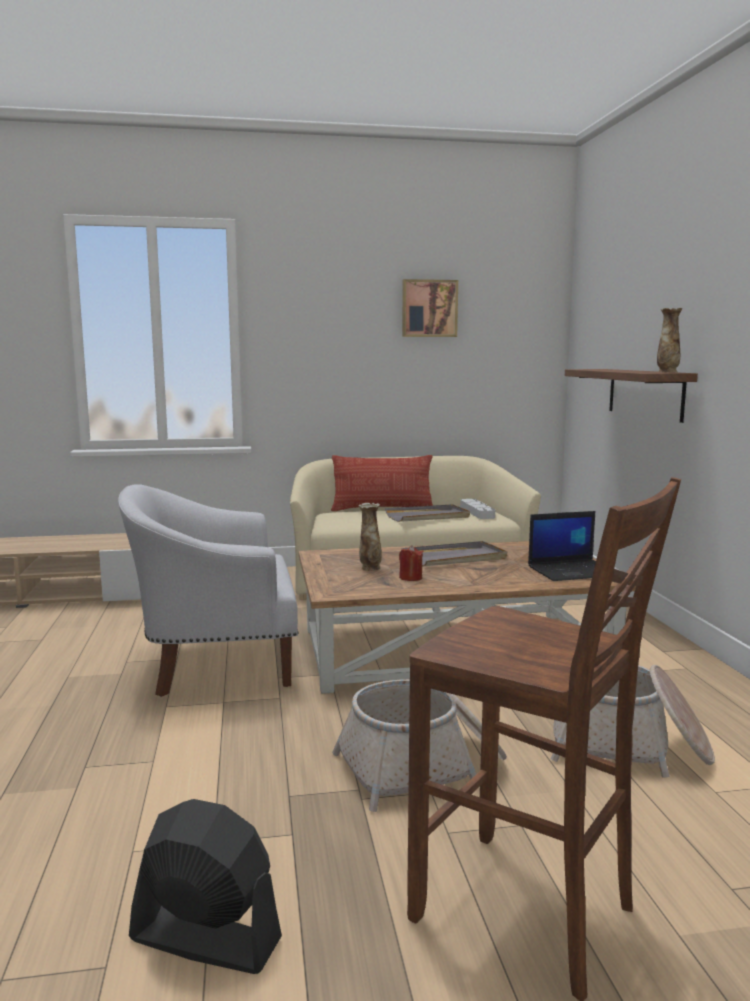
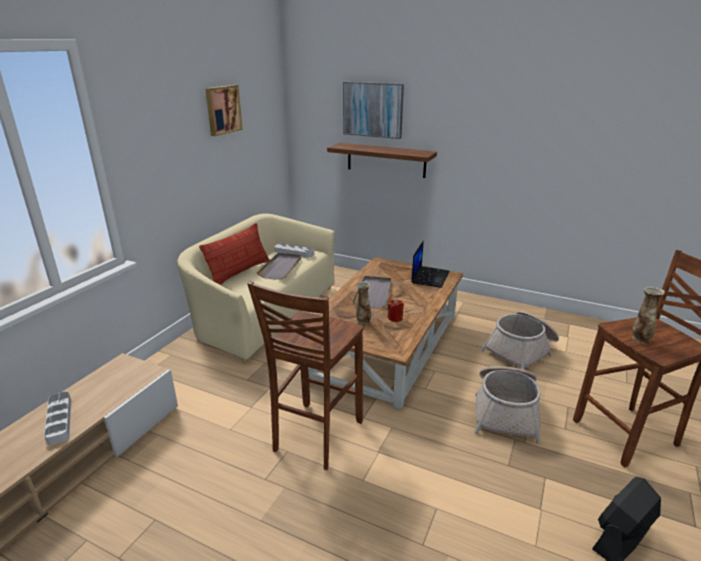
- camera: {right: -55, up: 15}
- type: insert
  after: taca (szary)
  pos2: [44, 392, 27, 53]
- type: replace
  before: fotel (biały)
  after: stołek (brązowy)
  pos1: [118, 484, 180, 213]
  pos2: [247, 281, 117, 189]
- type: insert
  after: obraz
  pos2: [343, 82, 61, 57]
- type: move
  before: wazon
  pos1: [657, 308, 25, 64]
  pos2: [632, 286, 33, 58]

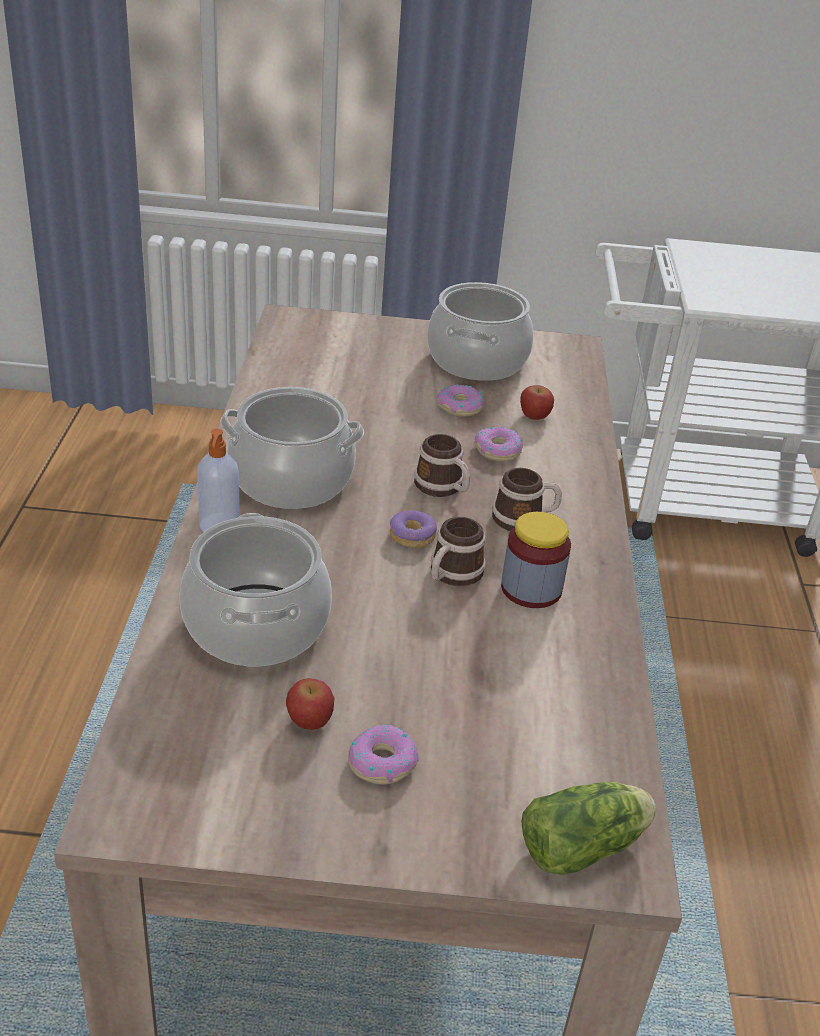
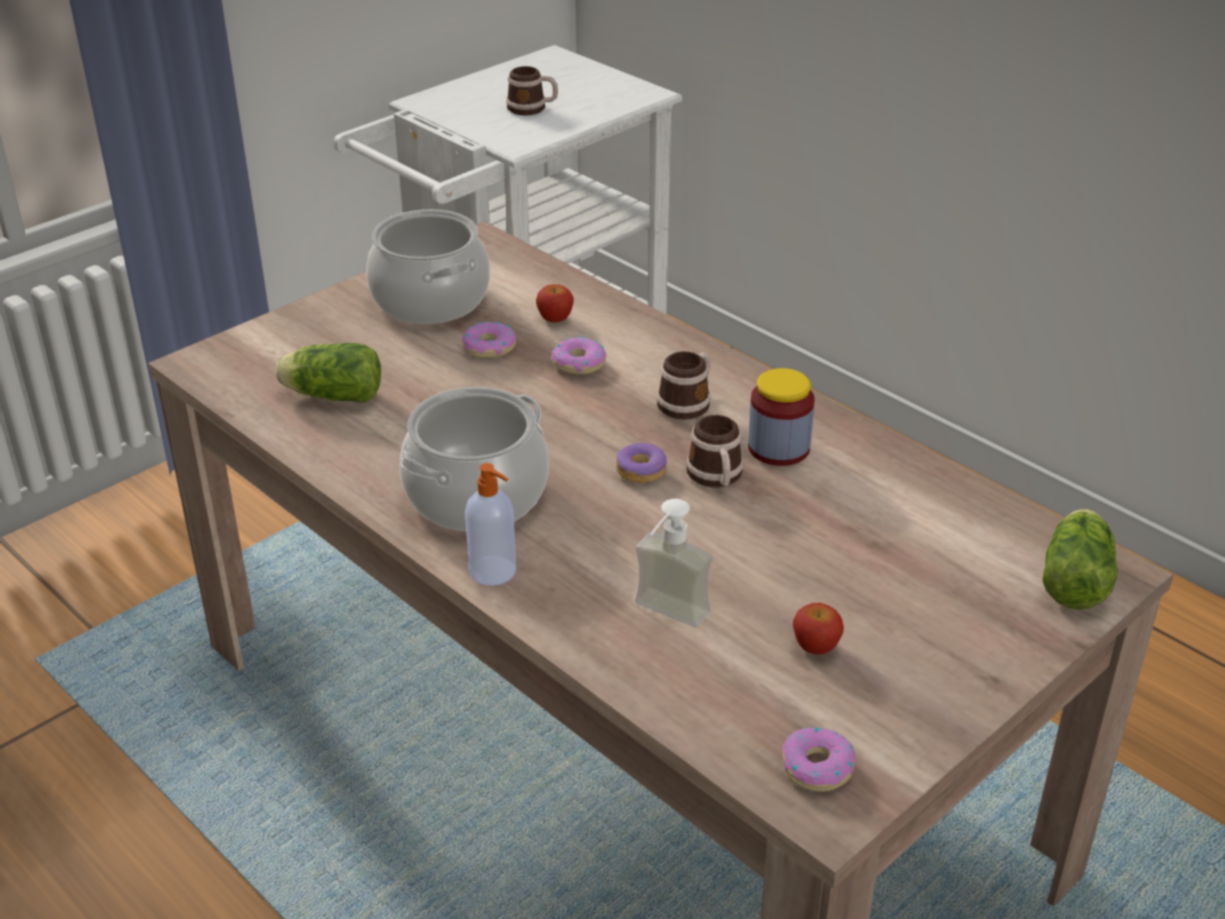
- camera: {right: -45, up: 0}
- type: insert
  after: sałata
  pos2: [276, 343, 105, 60]
- type: move
  before: kubek
  pos1: [414, 434, 56, 63]
  pos2: [506, 66, 52, 50]
- type: replace
  before: garnek
  after: dozownik mydła
  pos1: [179, 513, 153, 153]
  pos2: [635, 499, 78, 128]
- type: move
  before: donut
  pos1: [348, 724, 71, 60]
  pos2: [782, 727, 73, 65]

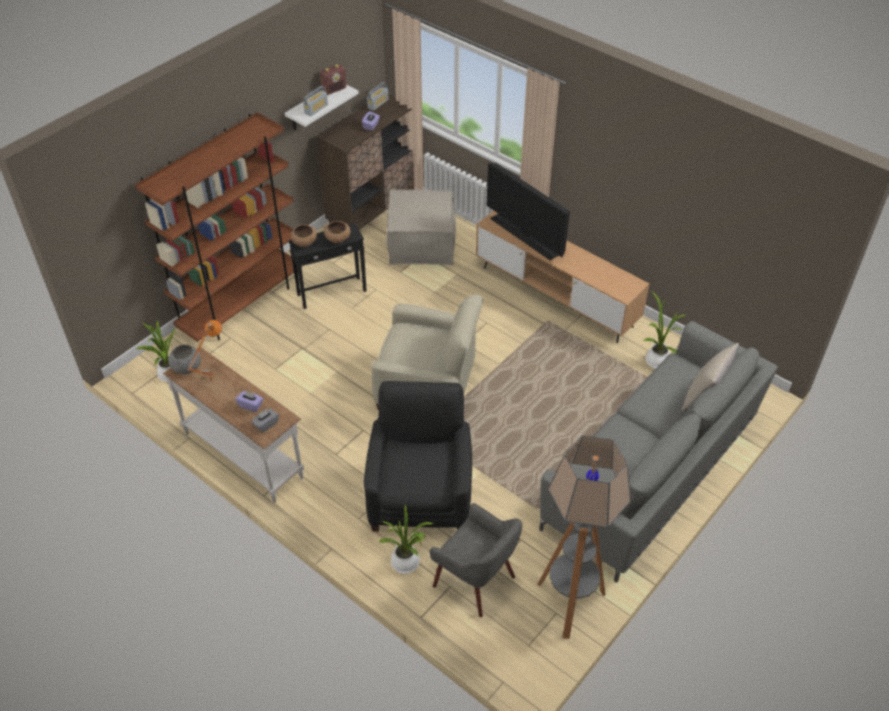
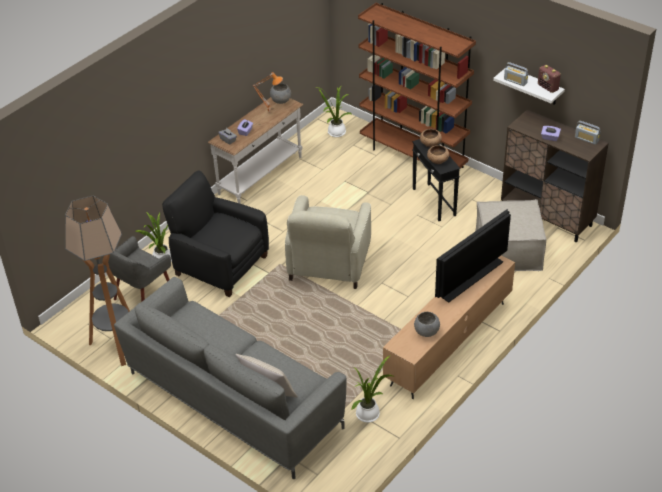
- camera: {right: 90, up: -5}
- type: rotate
  before: fotel (czarny)
  pos1: [364, 381, 108, 151]
  pos2: [162, 170, 107, 127]
  turn: -150
- type: insert
  after: miska (szary)
  pos2: [414, 312, 26, 25]

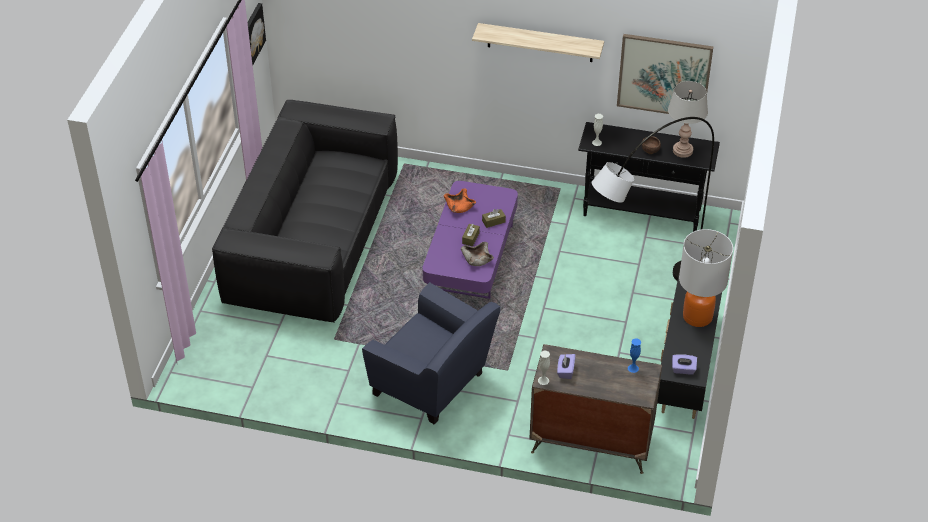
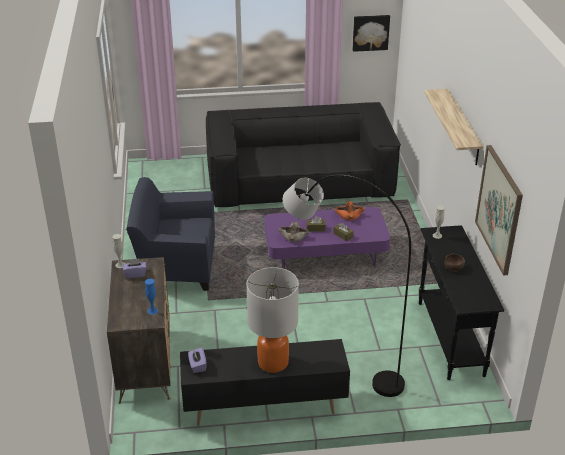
- camera: {right: 70, up: -10}
- type: rotate
  before: fotel (niebieski)
  pos1: [362, 282, 139, 143]
  pos2: [126, 177, 89, 114]
  turn: 75
- type: delete
  before: lampa stołowa (szary)
  pos1: [668, 81, 40, 77]

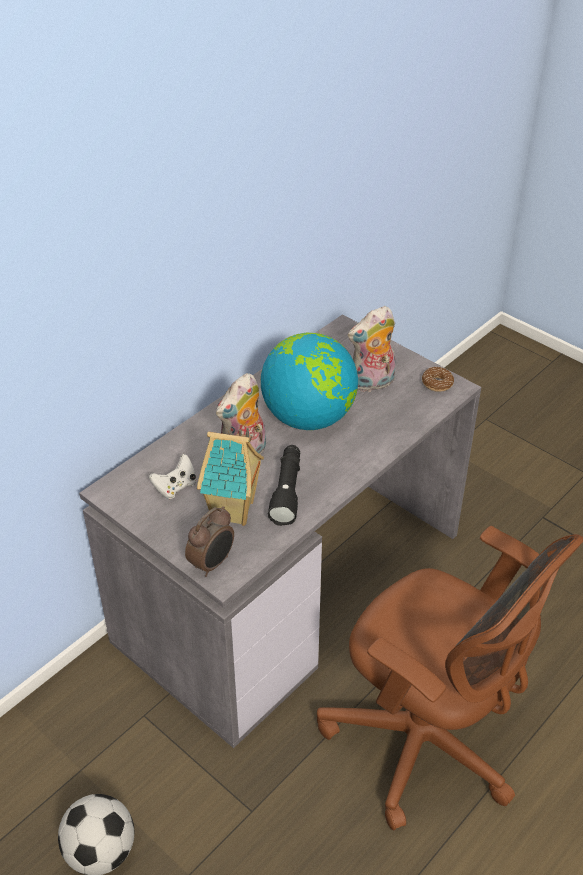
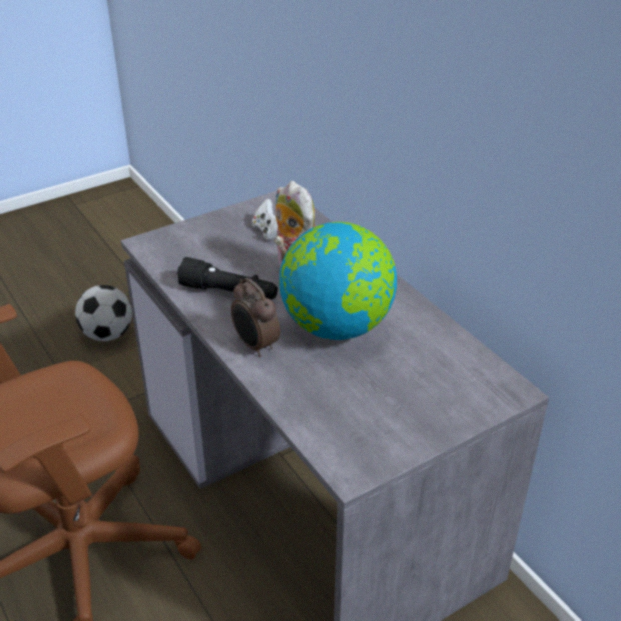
- camera: {right: 105, up: -5}
- type: move
  before: budzik
  pos1: [185, 506, 49, 71]
  pos2: [231, 278, 49, 79]
- type: delete
  before: domek
  pos1: [197, 427, 67, 99]
- type: delete
  before: pluszak
  pos1: [348, 306, 48, 86]
- type: delete
  before: donut
  pos1: [422, 367, 32, 25]

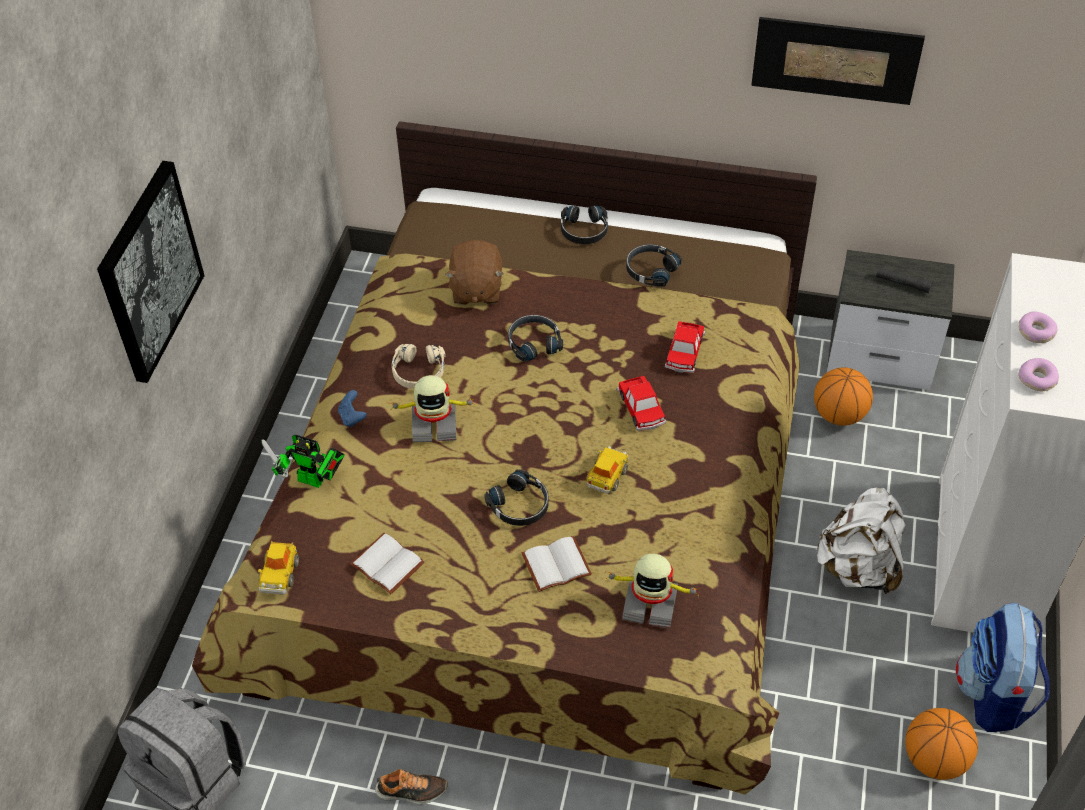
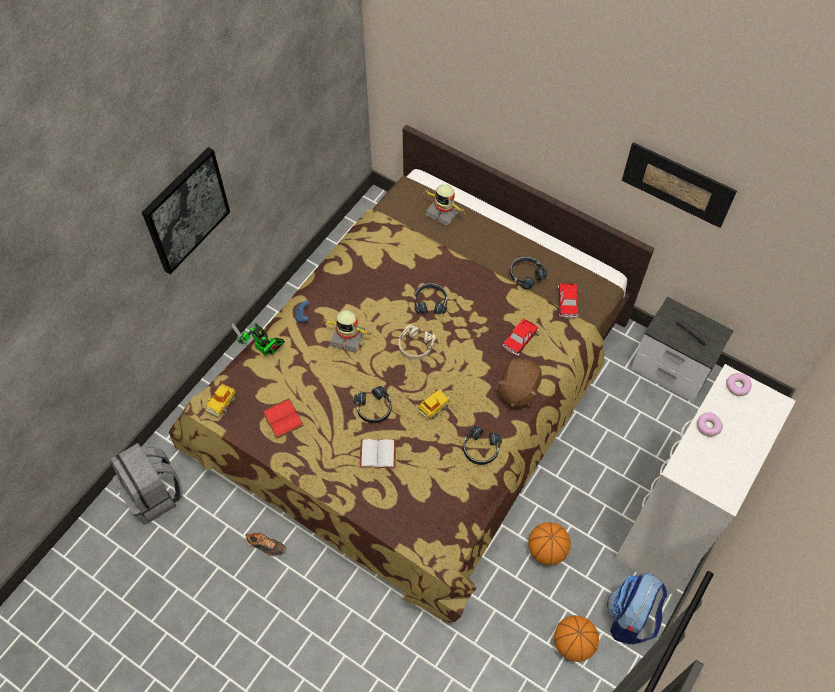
- camera: {right: 20, up: 10}
- type: recolor
  before: książka (biały)
  after: książka (czerwony)
  pos1: [350, 533, 75, 61]
  pos2: [262, 399, 42, 40]
- type: move
  before: słuchawki (beżowy)
  pos1: [392, 344, 54, 45]
  pos2: [398, 324, 37, 36]
- type: move
  before: robot zabawkowy
  pos1: [605, 554, 96, 75]
  pos2: [425, 184, 40, 42]
- type: move
  before: słuchawki (czarny)
  pos1: [561, 206, 47, 38]
  pos2: [463, 426, 39, 39]
- type: move
  before: pluszak (brązowy)
  pos1: [445, 240, 59, 65]
  pos2: [498, 359, 44, 48]
- type: move
  before: piłka do koszykówki
  pos1: [814, 367, 59, 59]
  pos2: [528, 522, 43, 43]
- type: move
  before: samochodzik
  pos1: [617, 376, 49, 55]
  pos2: [558, 283, 20, 35]
- type: move
  before: donut
  pos1: [1018, 358, 41, 33]
  pos2: [726, 373, 26, 23]
- type: delete
  before: plecak (biały)
  pos1: [816, 488, 90, 106]

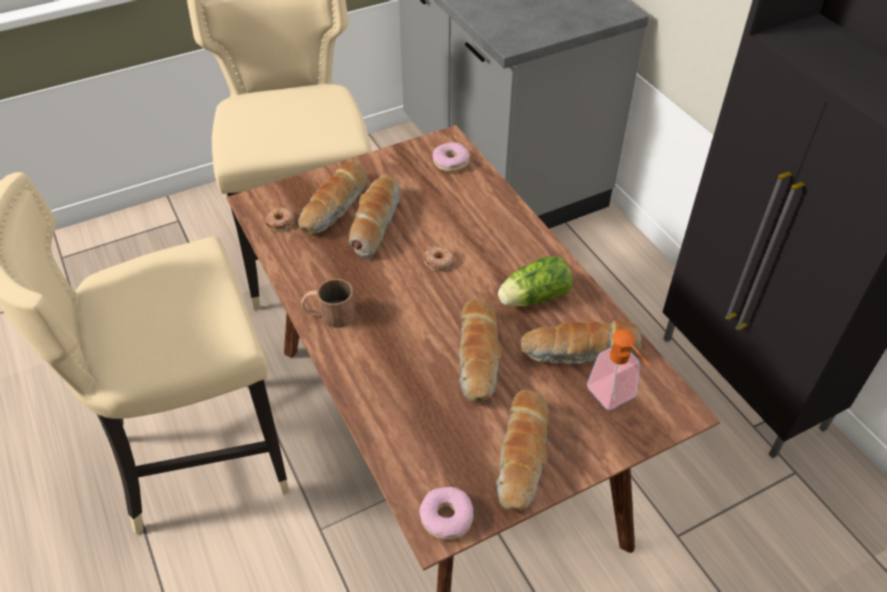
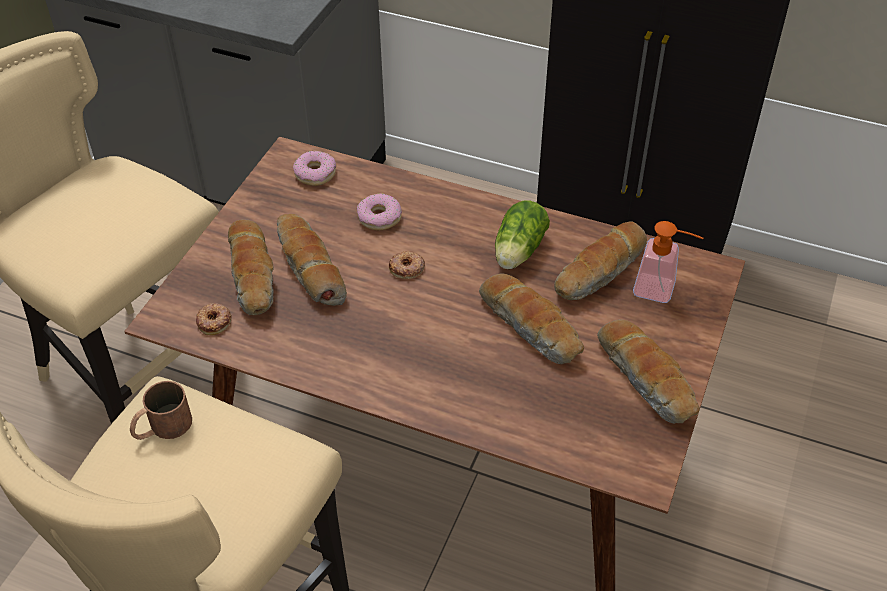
- camera: {right: -40, up: 0}
- type: move
  before: kubek (brązowy)
  pos1: [301, 279, 54, 49]
  pos2: [130, 381, 62, 59]
- type: move
  before: donut
  pos1: [420, 487, 54, 53]
  pos2: [357, 193, 45, 37]

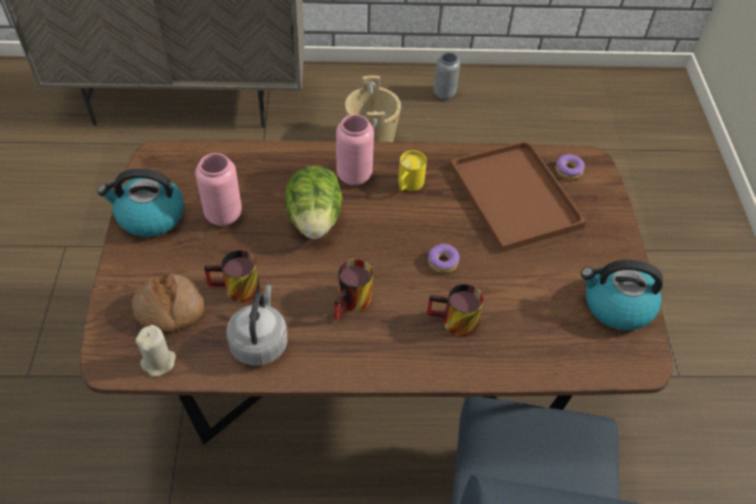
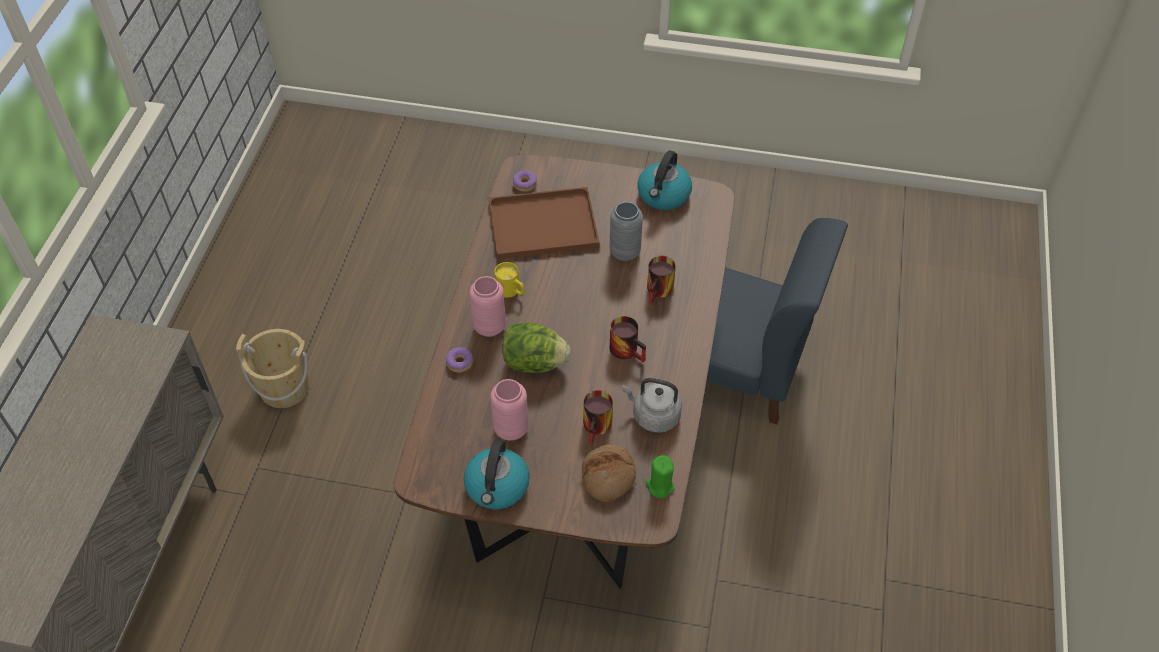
- camera: {right: -75, up: 0}
- type: move
  before: donut
  pos1: [428, 244, 32, 29]
  pos2: [446, 347, 27, 26]
- type: move
  before: wazon (szary)
  pos1: [434, 52, 26, 48]
  pos2: [610, 202, 33, 59]
- type: recolor
  before: świeca (beżowy)
  after: świeca (zielony)
  pos1: [135, 325, 41, 52]
  pos2: [645, 455, 29, 43]

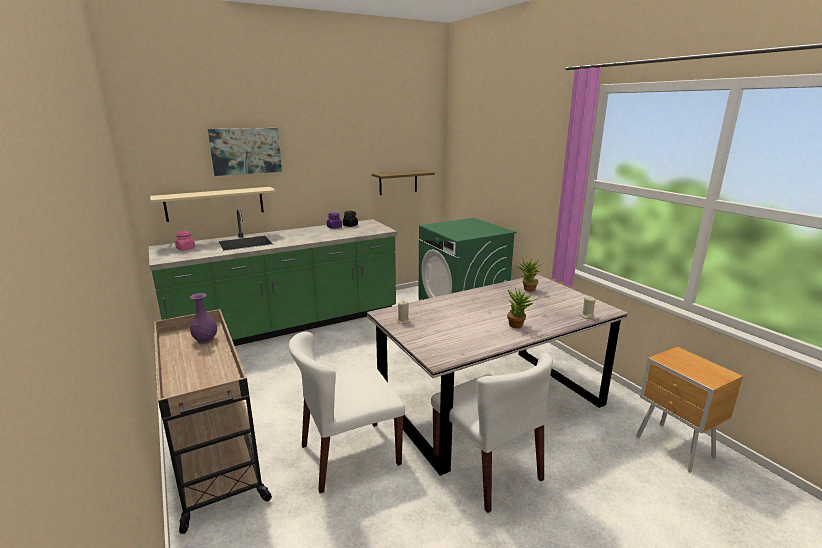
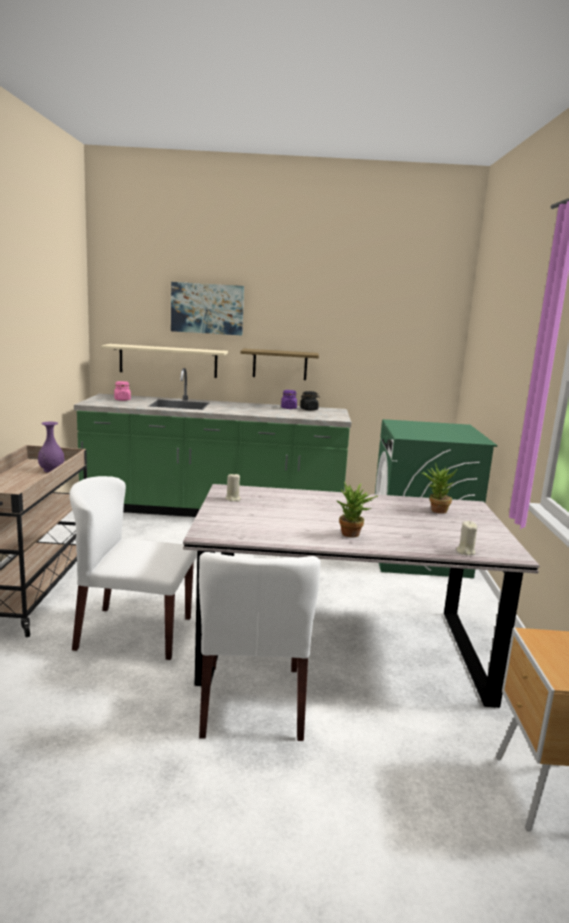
- camera: {right: 30, up: -5}
- type: move
  before: półka
  pos1: [372, 170, 63, 25]
  pos2: [240, 348, 79, 32]

